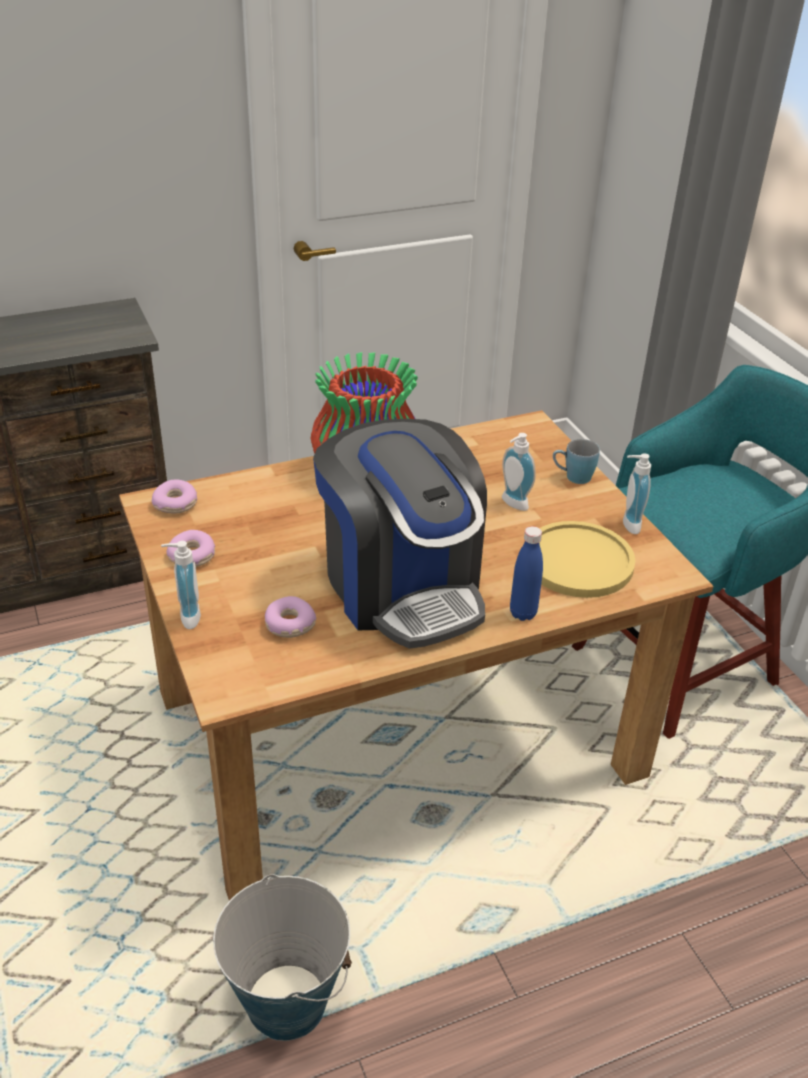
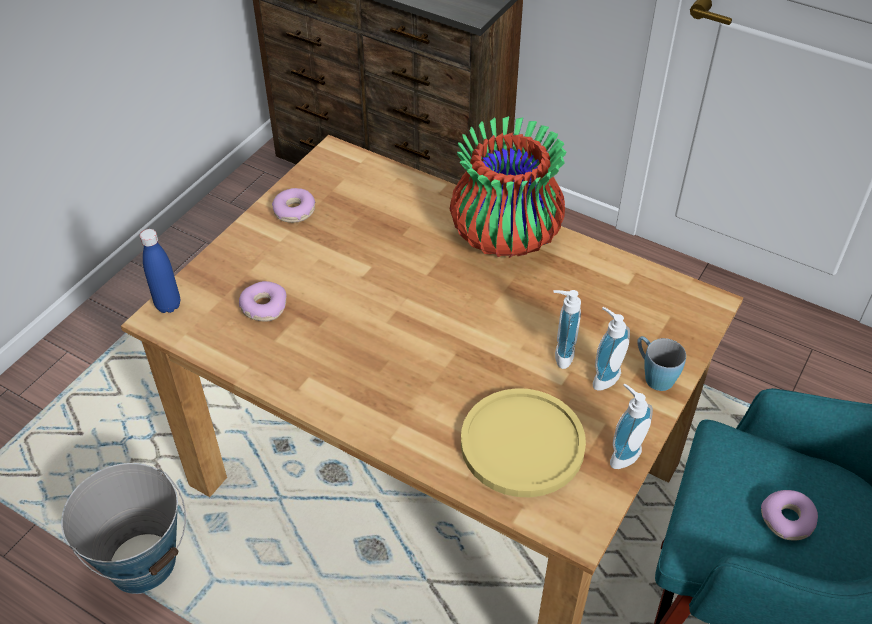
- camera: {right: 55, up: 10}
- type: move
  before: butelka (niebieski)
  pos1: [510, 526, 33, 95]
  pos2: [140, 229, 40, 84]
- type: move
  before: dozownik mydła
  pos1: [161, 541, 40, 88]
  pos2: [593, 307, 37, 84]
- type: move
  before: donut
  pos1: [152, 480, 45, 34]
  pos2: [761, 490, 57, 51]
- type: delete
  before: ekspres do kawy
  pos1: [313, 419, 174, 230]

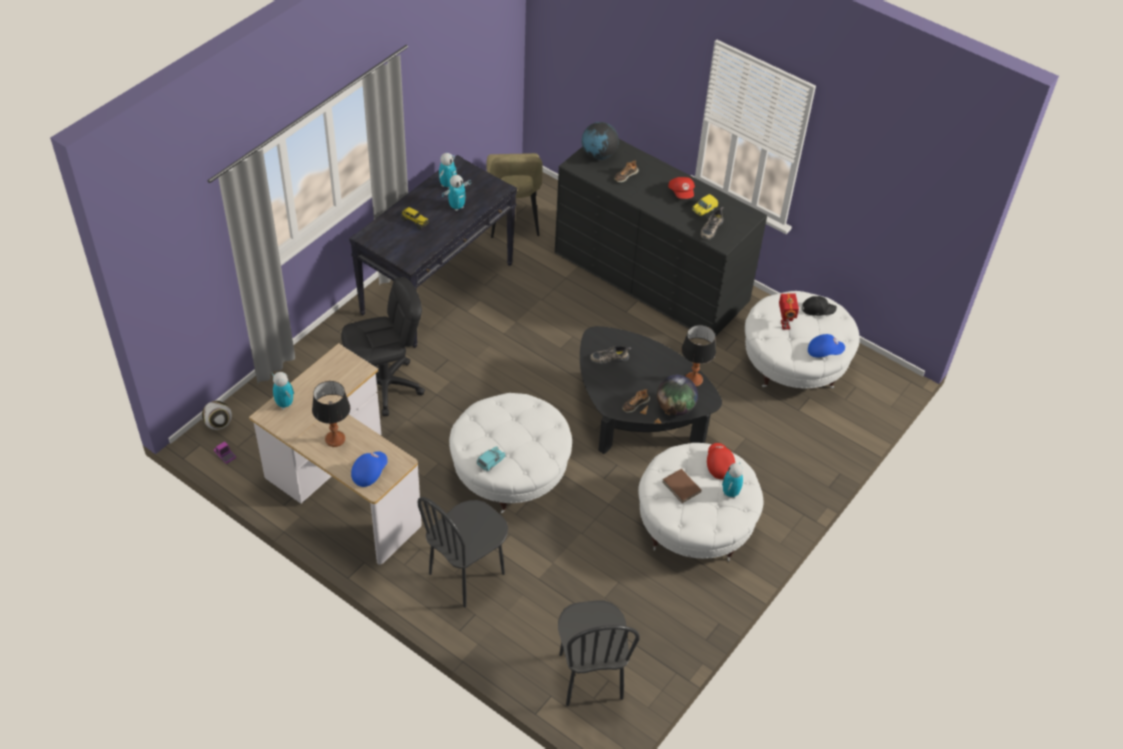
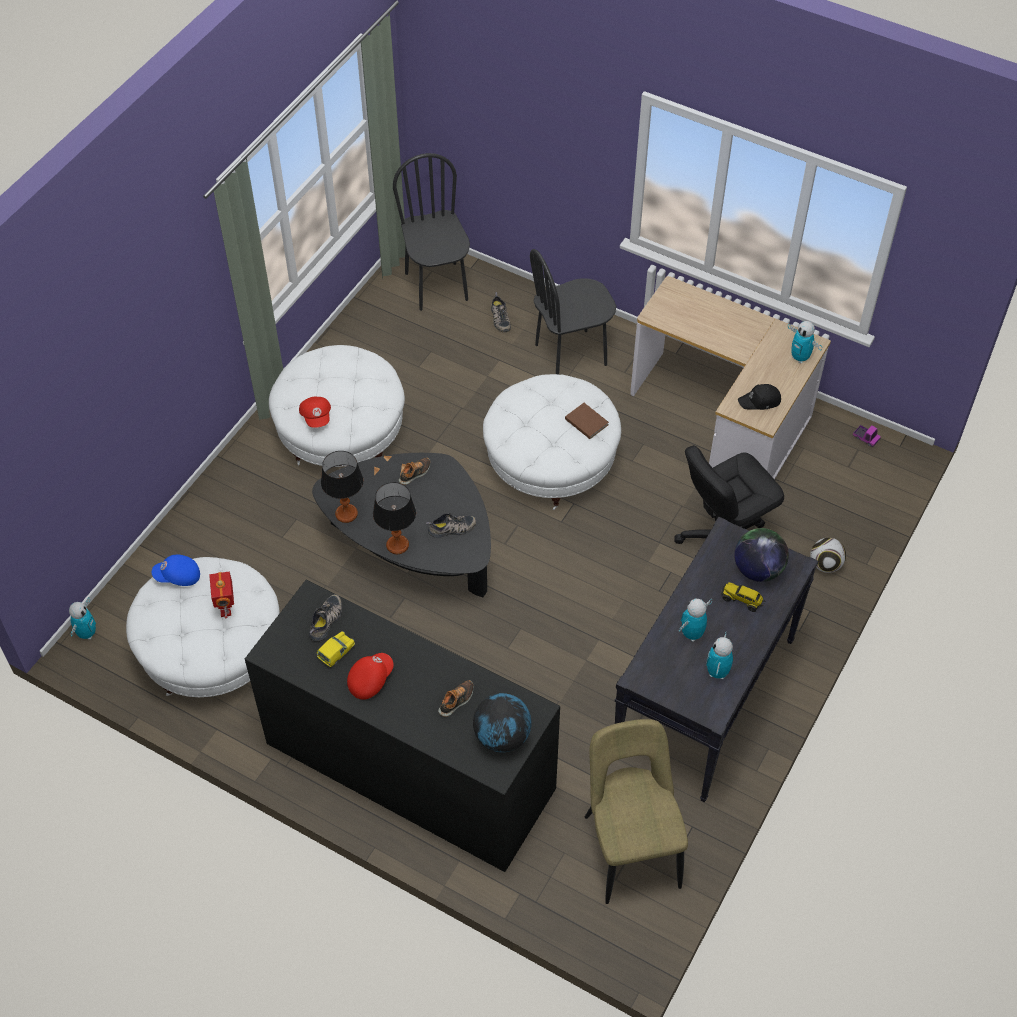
- camera: {right: 175, up: 5}
- type: move
  before: robot zabawkowy
  pos1: [722, 462, 21, 37]
  pos2: [69, 597, 27, 43]
- type: rotate
  before: czapka z daszkiem (czerwony)
  pos1: [668, 177, 27, 22]
  pos2: [347, 653, 47, 47]
  turn: 60
- type: move
  before: lampa stołowa
  pos1: [312, 381, 38, 66]
  pos2: [373, 482, 43, 72]
- type: insert
  after: but
  pos2: [491, 292, 20, 40]
- type: rotate
  before: krzesło (czarny)
  pos1: [417, 497, 91, 110]
  pos2: [530, 249, 86, 126]
  turn: -150
- type: move
  before: książka (brązowy)
  pos1: [662, 469, 39, 34]
  pos2: [565, 403, 44, 36]
- type: move
  before: globus
  pos1: [657, 375, 41, 41]
  pos2: [734, 528, 55, 54]
- type: move
  before: czapka z daszkiem (czarny)
  pos1: [802, 296, 35, 20]
  pos2: [738, 384, 43, 26]
- type: move
  before: piłka futbolowa
  pos1: [202, 401, 30, 29]
  pos2: [810, 538, 36, 35]
- type: delete
  before: czapka z daszkiem (niebieski)
  pos1: [351, 451, 37, 36]
- type: delete
  before: samochodzik (turkusowy)
  pos1: [477, 446, 29, 25]

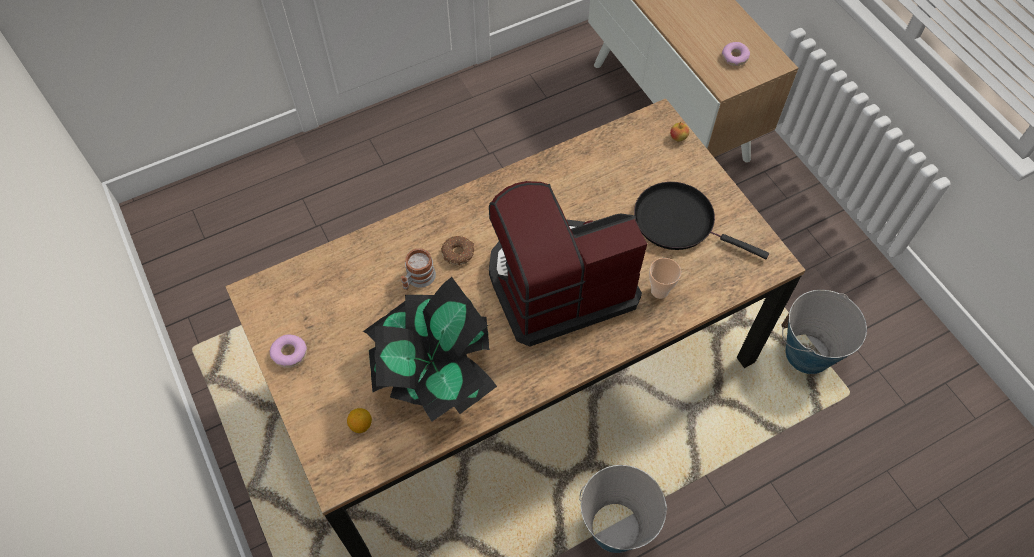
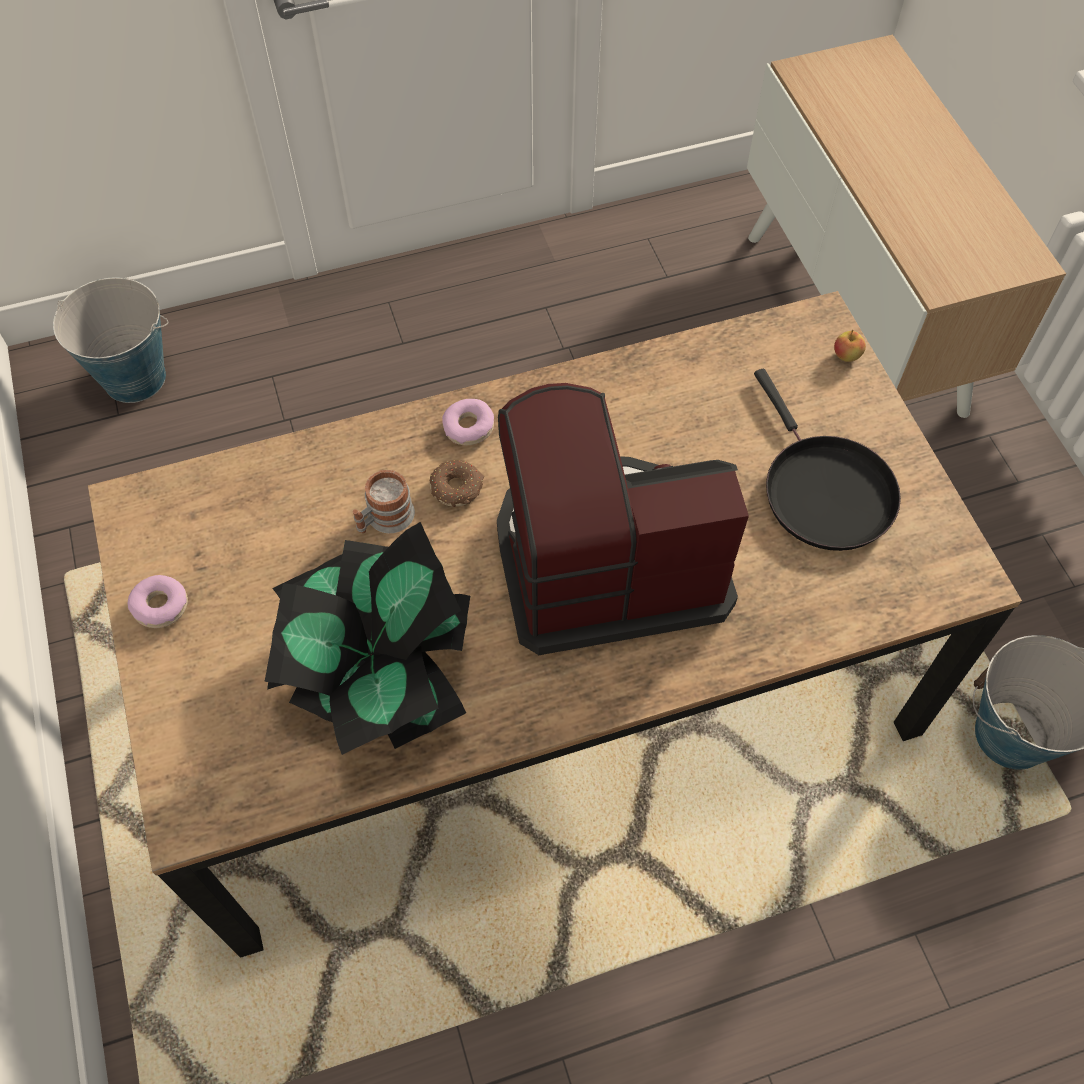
- camera: {right: 10, up: 0}
- type: move
  before: wiadro
  pos1: [579, 465, 88, 88]
  pos2: [53, 277, 115, 126]
- type: move
  before: donut
  pos1: [722, 42, 28, 24]
  pos2: [442, 399, 52, 46]
- type: rotate
  before: patelnia (czarny)
  pos1: [634, 182, 135, 77]
  pos2: [754, 369, 147, 182]
  turn: -150
- type: delete
  before: cytryna
  pos1: [347, 408, 25, 25]
- type: delete
  before: filiżanka
  pos1: [649, 258, 32, 41]

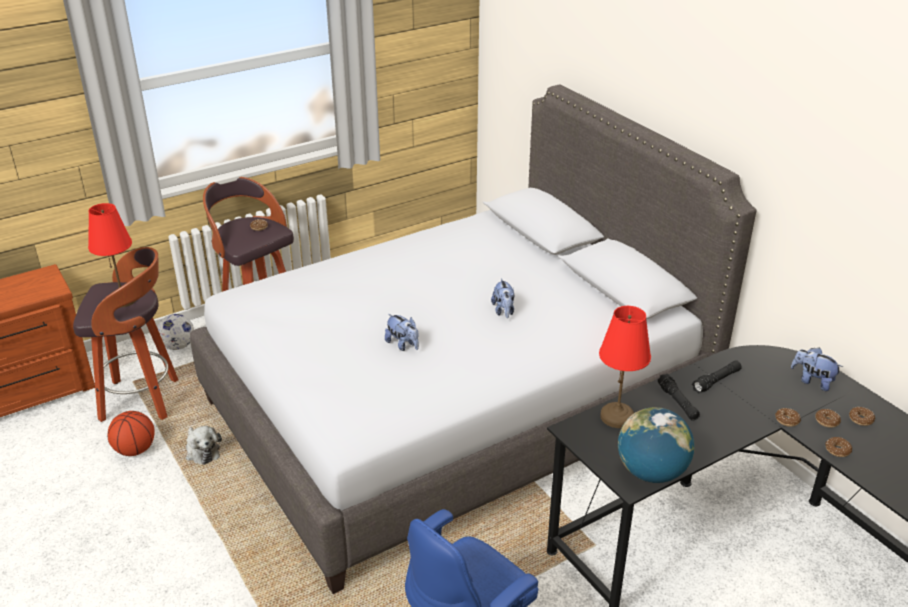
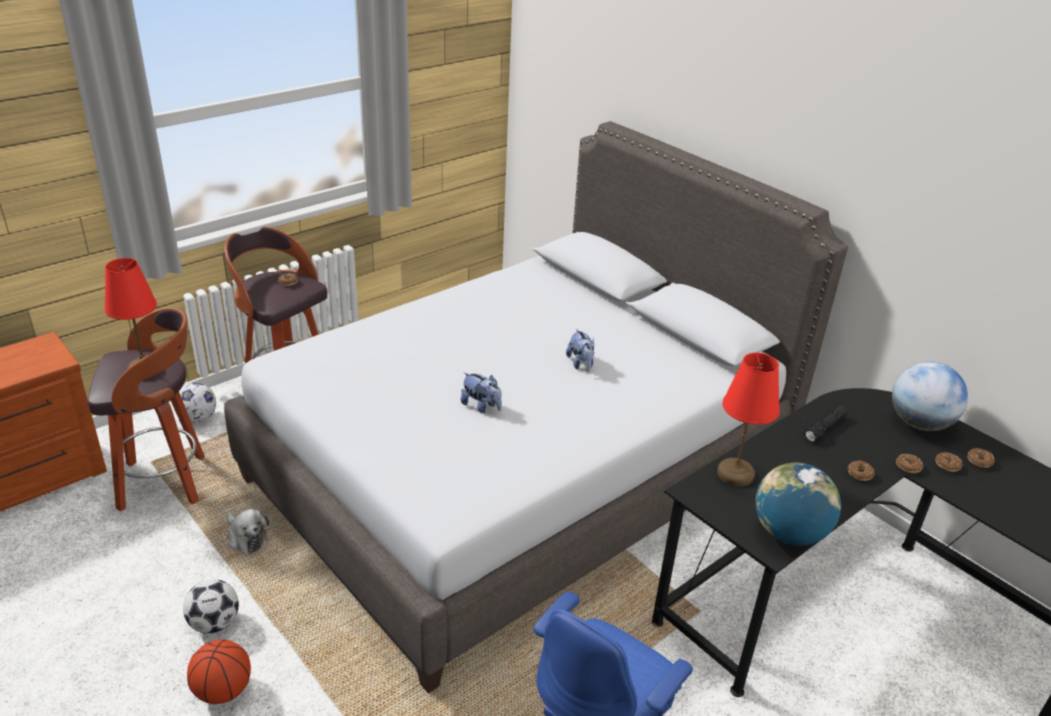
- camera: {right: -10, up: 0}
- type: insert
  after: piłka futbolowa
  pos2: [183, 579, 56, 55]
- type: move
  before: piłka do koszykówki
  pos1: [108, 411, 47, 45]
  pos2: [187, 640, 64, 64]
- type: move
  before: donut
  pos1: [825, 437, 27, 20]
  pos2: [848, 461, 27, 20]
- type: replace
  before: pluszak
  after: globus
  pos1: [791, 348, 52, 43]
  pos2: [892, 361, 76, 70]
- type: delete
  before: latarka (czarny)
  pos1: [657, 373, 43, 48]

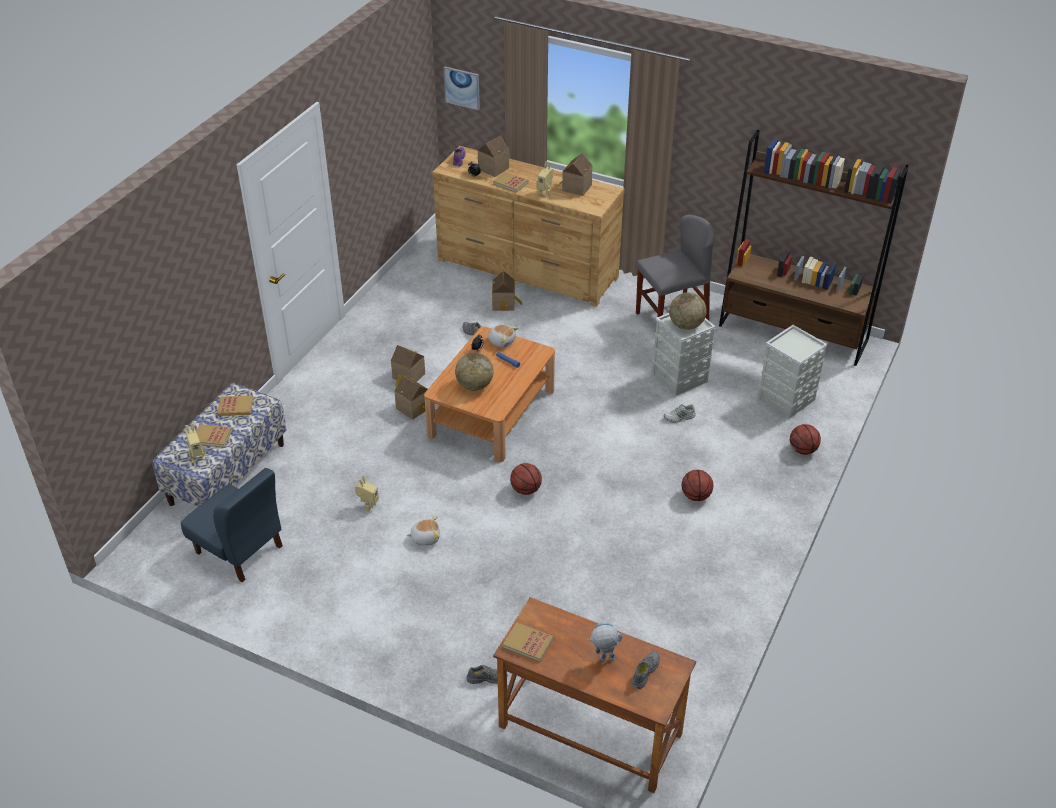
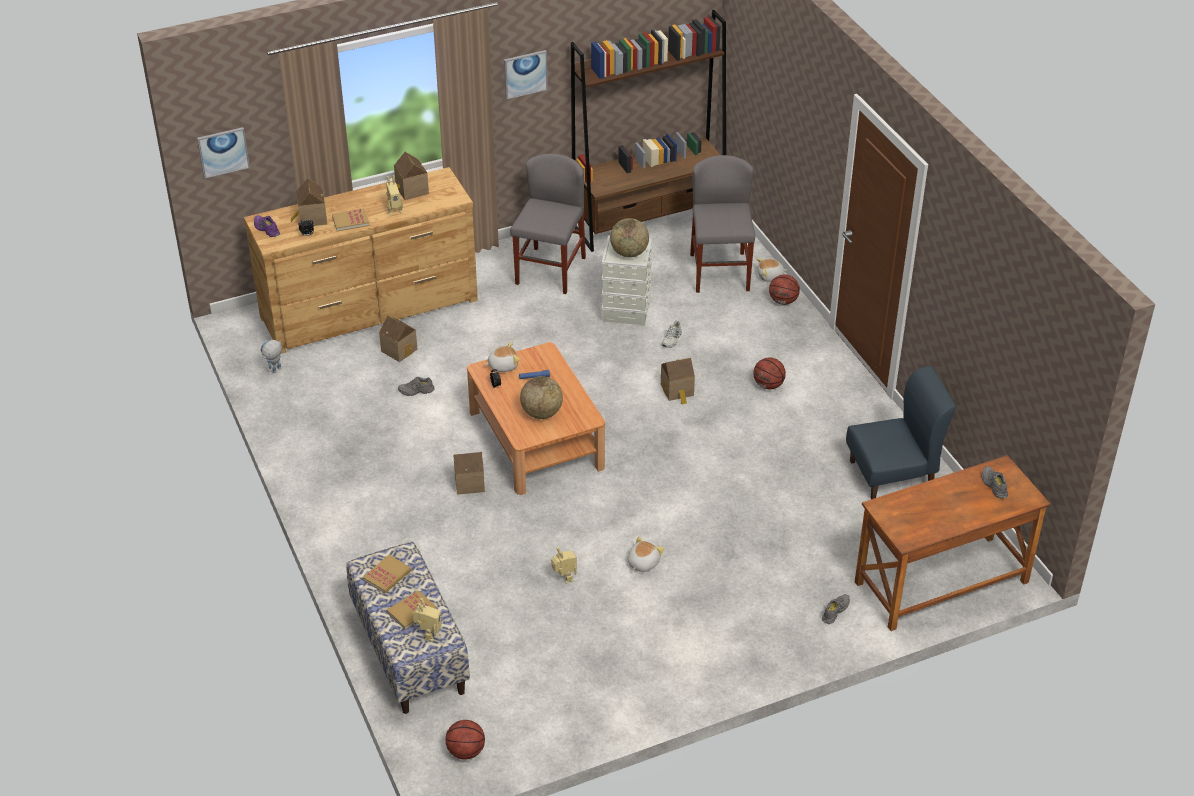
- camera: {right: -50, up: 0}
- type: move
  before: robot zabawkowy
  pos1: [587, 623, 36, 38]
  pos2: [261, 340, 21, 33]
- type: move
  before: piłka do koszykówki
  pos1: [510, 463, 32, 32]
  pos2: [446, 720, 39, 40]
- type: insert
  after: obraz
  pos2: [504, 50, 44, 50]
- type: move
  before: domek
  pos1: [391, 345, 34, 42]
  pos2: [661, 358, 34, 46]
- type: replace
  before: pojemnik do przechowywania (szary)
  after: krzesło (szary)
  pos1: [758, 325, 69, 93]
  pos2: [690, 155, 65, 138]
- type: insert
  after: pluszak
  pos2: [756, 258, 31, 24]
- type: move
  before: krzesło (niebieski)
  pos1: [181, 468, 102, 114]
  pos2: [846, 366, 110, 133]
- type: delete
  before: książka
  pos1: [503, 622, 50, 40]

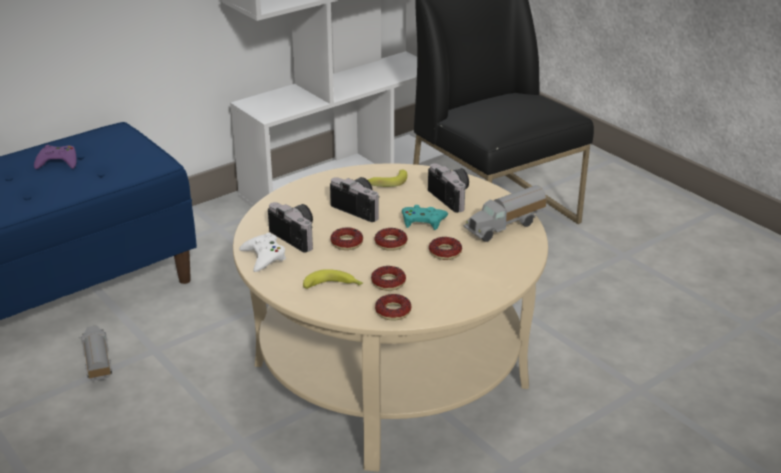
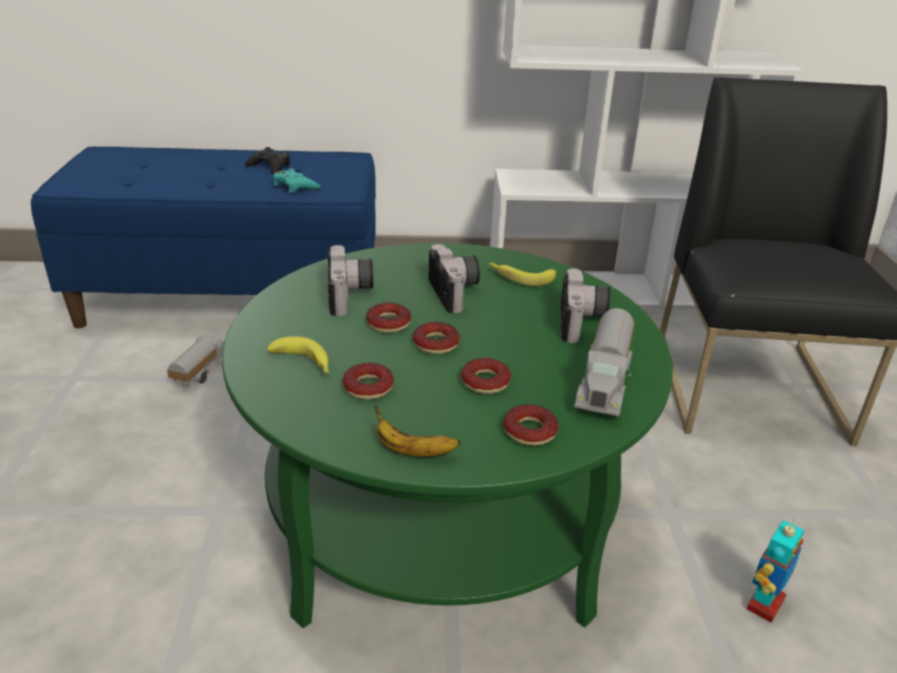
- camera: {right: 35, up: 0}
- type: recolor
  before: ława (beżowy)
  after: ława (zielony)
  pos1: [233, 163, 315, 309]
  pos2: [222, 243, 451, 385]
- type: recolor
  before: pad do gier (fioletowy)
  after: pad do gier (czarny)
  pos1: [34, 145, 43, 24]
  pos2: [245, 147, 45, 28]
- type: move
  before: pad do gier (turkusowy)
  pos1: [402, 205, 46, 25]
  pos2: [273, 168, 48, 25]
- type: insert
  after: banan
  pos2: [374, 405, 86, 52]
- type: move
  before: donut
  pos1: [375, 294, 36, 27]
  pos2: [503, 404, 55, 42]
- type: rotate
  before: ciężarówka zabawkowa
  pos1: [463, 185, 84, 57]
  pos2: [574, 308, 61, 110]
  turn: -75
- type: insert
  after: robot zabawkowy
  pos2: [747, 518, 57, 105]
- type: delete
  before: pad do gier (biały)
  pos1: [239, 233, 47, 39]

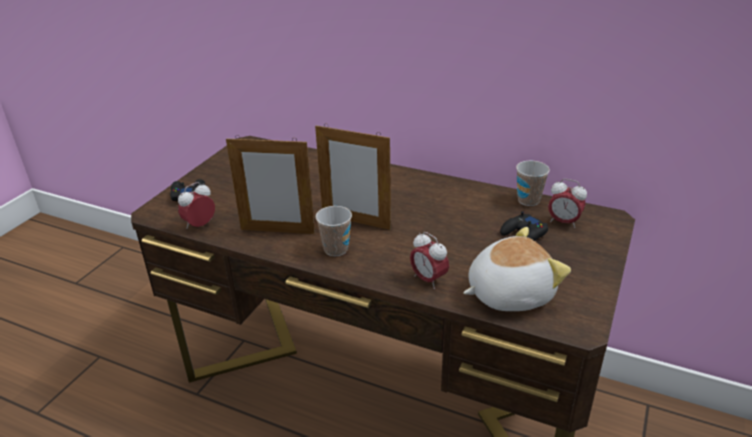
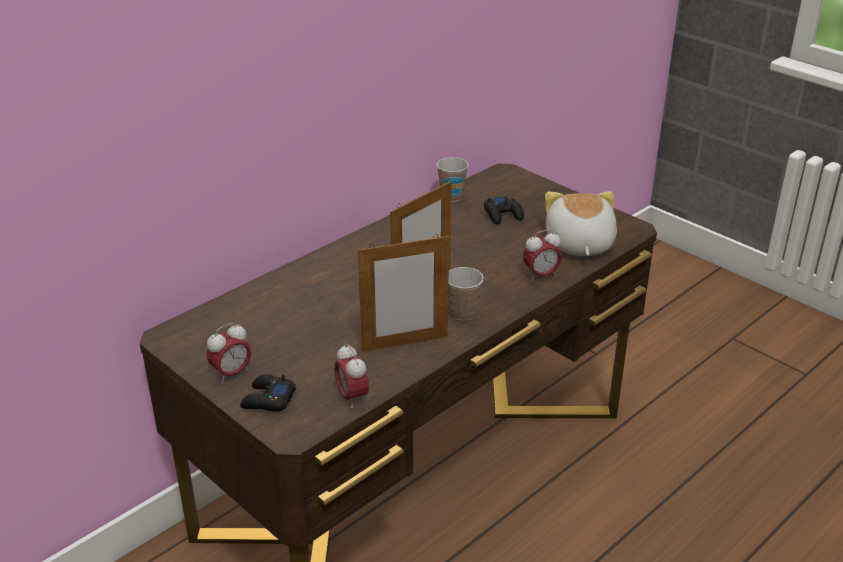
- camera: {right: -70, up: 0}
- type: move
  before: budzik
  pos1: [548, 179, 39, 49]
  pos2: [207, 323, 44, 60]
- type: rotate
  before: ramka na zdjęcie
  pos1: [226, 135, 89, 99]
  pos2: [358, 234, 91, 118]
  turn: 45

